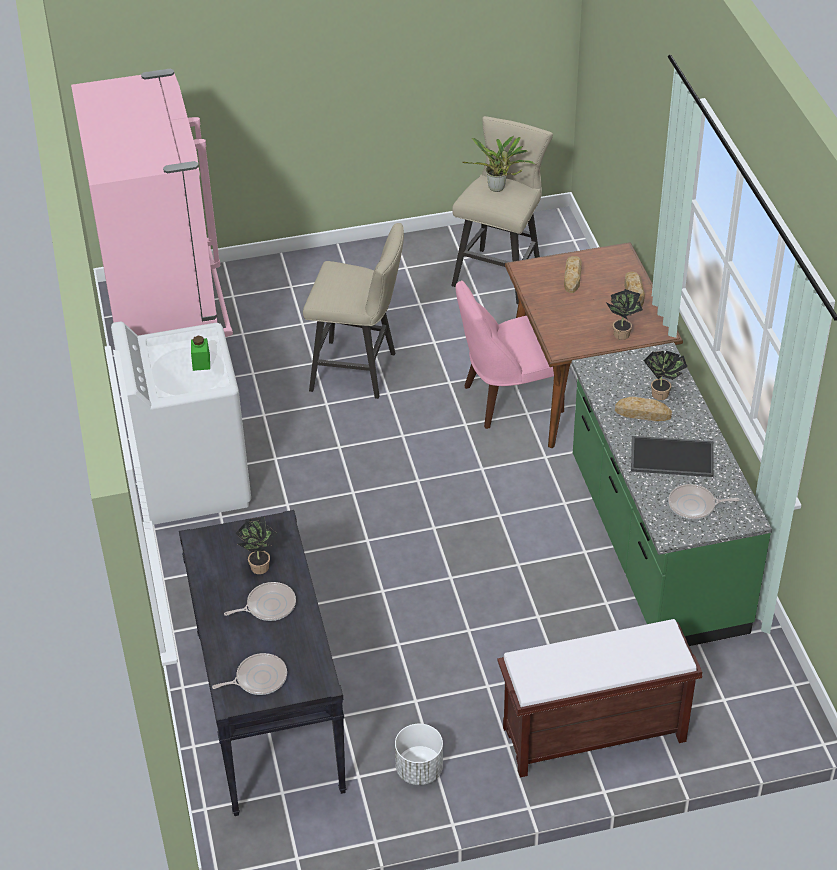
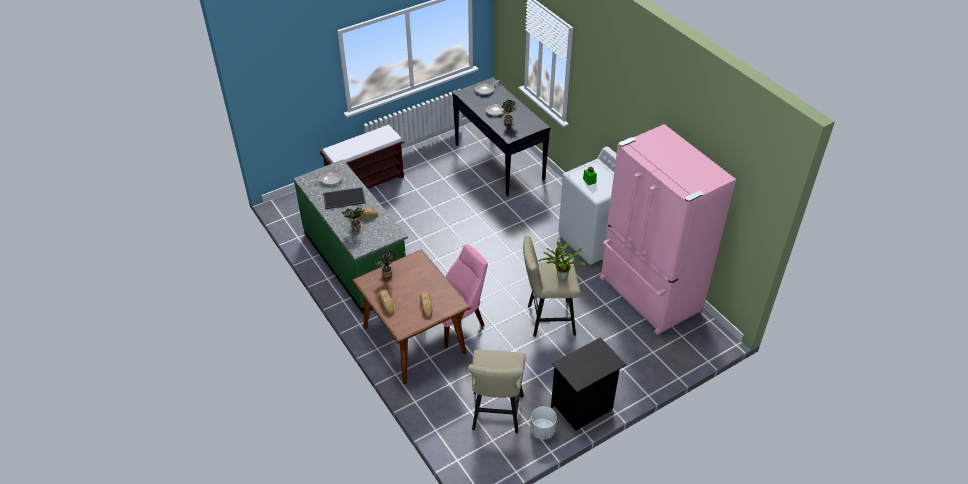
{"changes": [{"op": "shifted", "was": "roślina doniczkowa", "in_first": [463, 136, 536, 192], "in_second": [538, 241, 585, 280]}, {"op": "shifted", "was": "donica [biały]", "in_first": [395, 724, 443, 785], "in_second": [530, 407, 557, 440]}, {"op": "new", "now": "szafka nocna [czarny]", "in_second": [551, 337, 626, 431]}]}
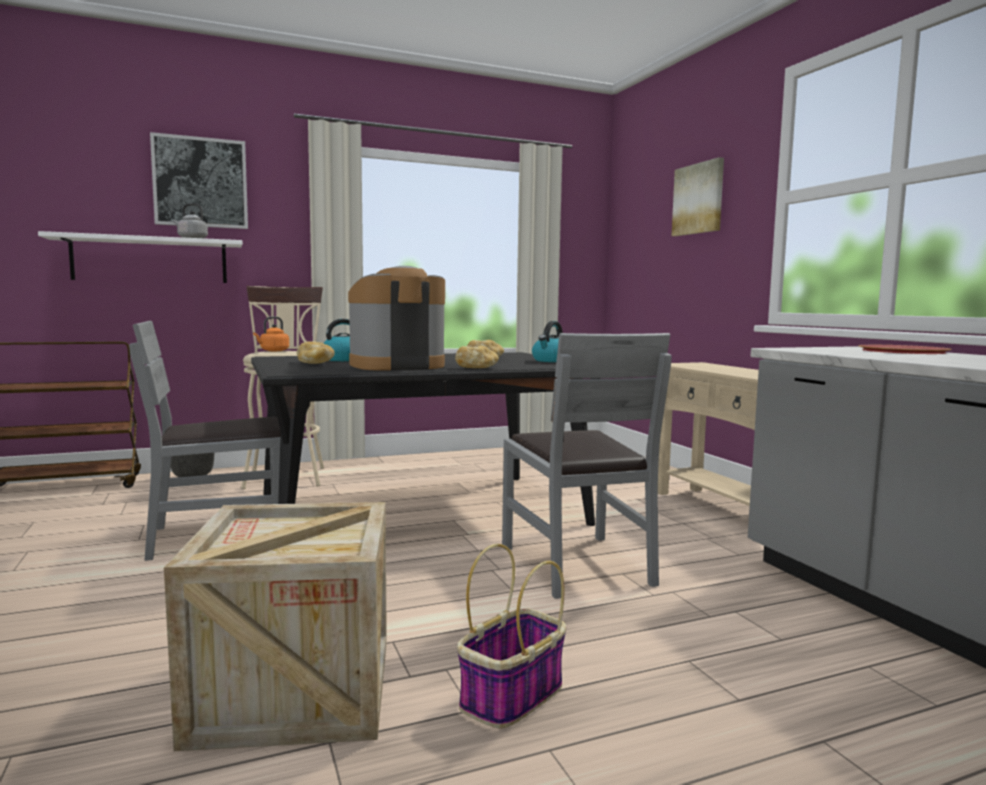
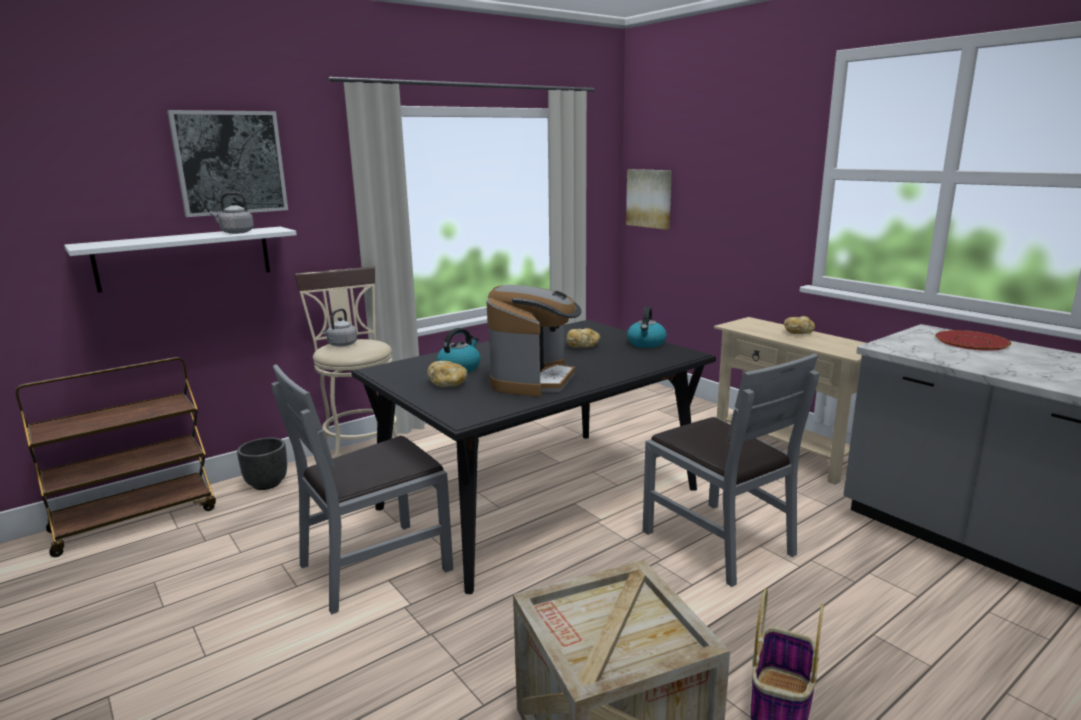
{"changes": [{"op": "shifted", "was": "obraz", "in_first": [672, 157, 724, 236], "in_second": [626, 169, 672, 229]}, {"op": "rotated", "was": "ekspres do kawy", "in_first": [348, 266, 445, 371], "in_second": [486, 285, 581, 396], "clockwise": 150}, {"op": "repainted", "was": "czajnik [pomarańczowy]", "now": "czajnik [szary]", "in_first": [253, 316, 289, 351], "in_second": [323, 308, 357, 347]}, {"op": "shifted", "was": "chleb", "in_first": [455, 346, 499, 368], "in_second": [784, 316, 815, 334]}]}
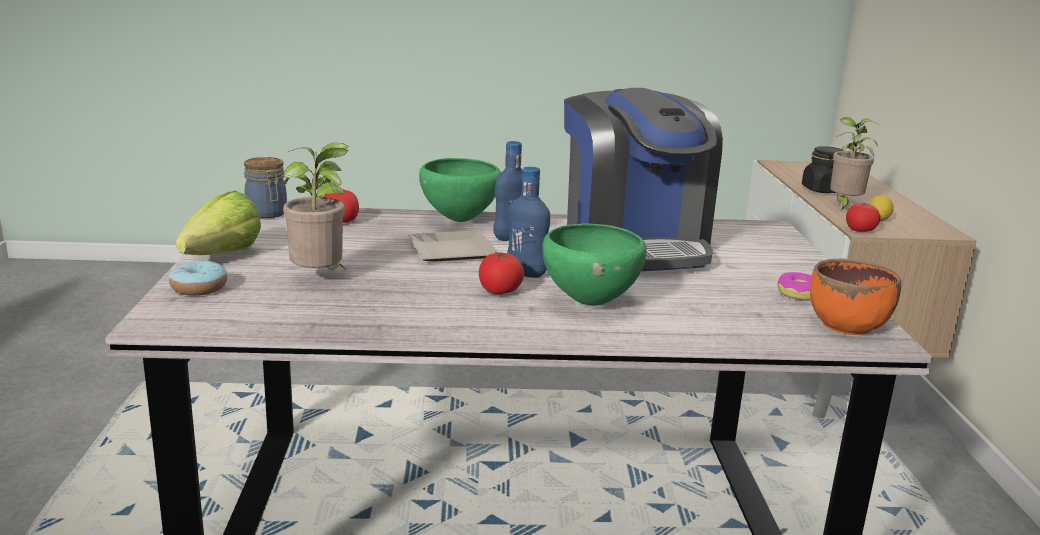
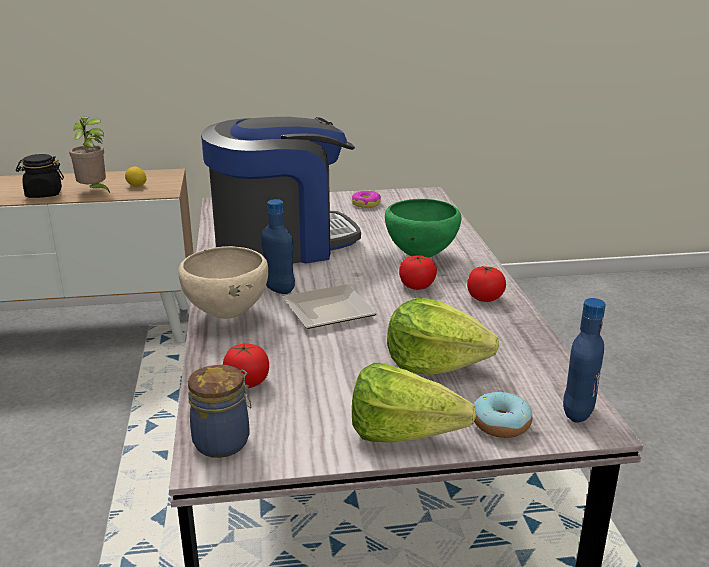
{"changes": [{"op": "swapped", "was": "roślina doniczkowa", "now": "sałata", "in_first": [283, 143, 349, 270], "in_second": [387, 298, 499, 375]}, {"op": "repainted", "was": "miska [zielony]", "now": "miska [beżowy]", "in_first": [419, 158, 501, 222], "in_second": [178, 246, 268, 319]}, {"op": "shifted", "was": "butelka [niebieski]", "in_first": [507, 167, 550, 278], "in_second": [563, 298, 606, 423]}, {"op": "shifted", "was": "pomidor", "in_first": [846, 203, 880, 232], "in_second": [467, 265, 506, 302]}, {"op": "gone", "was": "miska [pomarańczowy]", "in_first": [810, 258, 901, 335]}]}
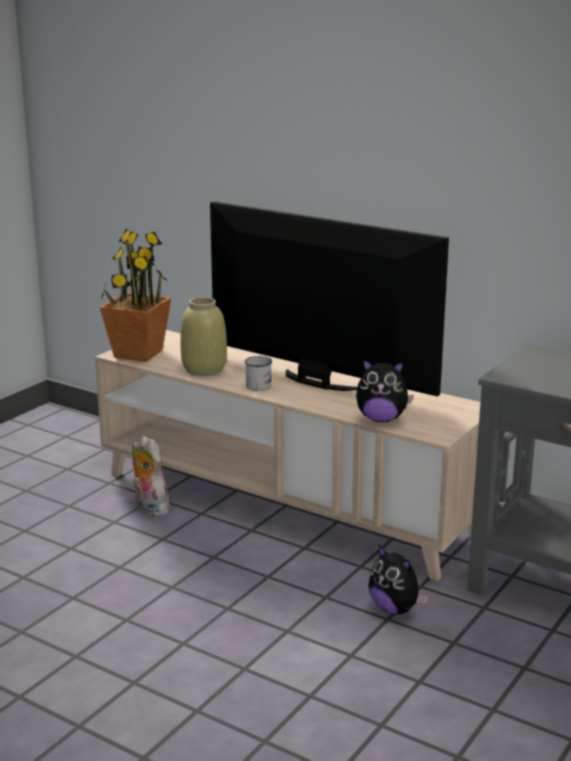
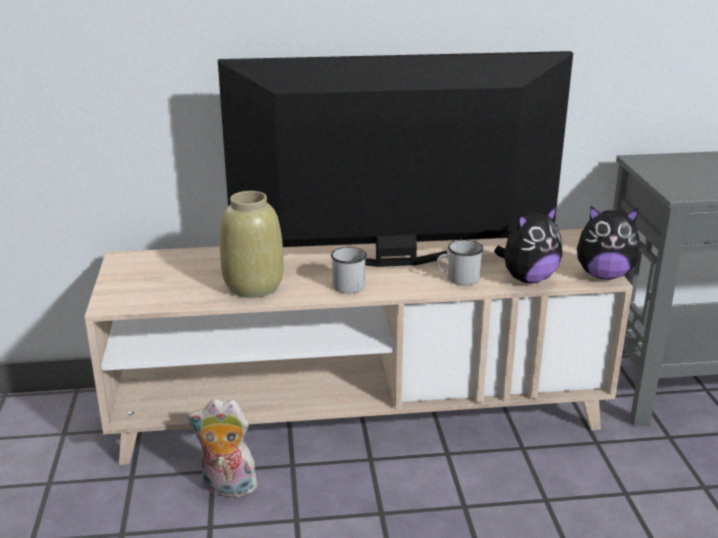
{"changes": [{"op": "gone", "was": "roślina doniczkowa", "in_first": [100, 229, 171, 362]}, {"op": "shifted", "was": "pluszak", "in_first": [368, 545, 428, 614], "in_second": [577, 206, 642, 280]}, {"op": "new", "now": "kubek [biały]", "in_second": [436, 240, 483, 285]}]}
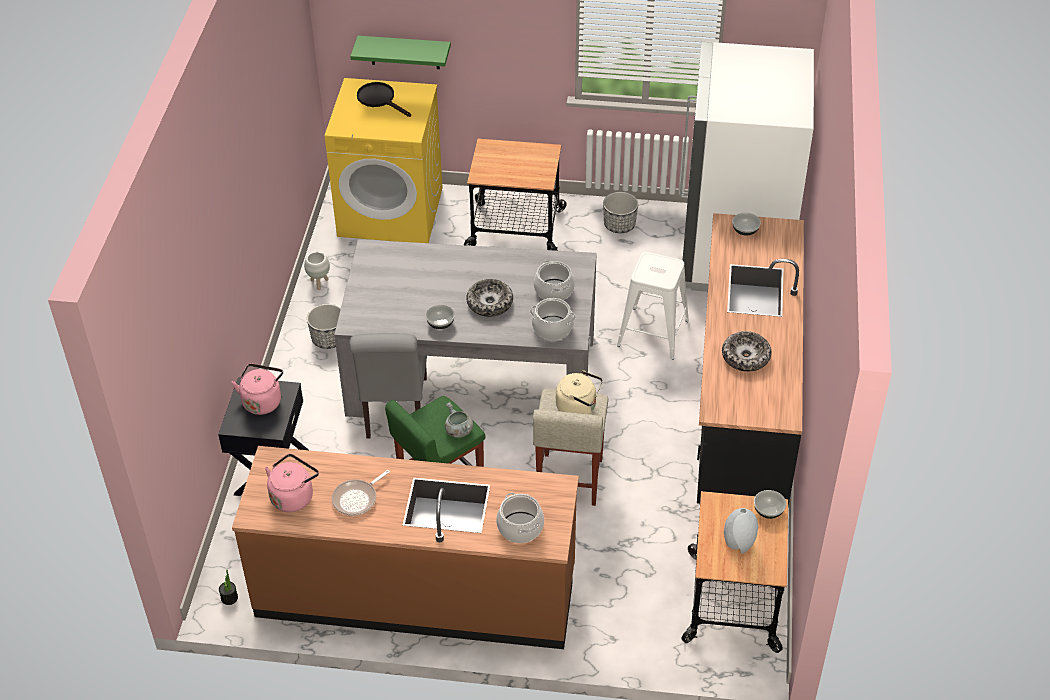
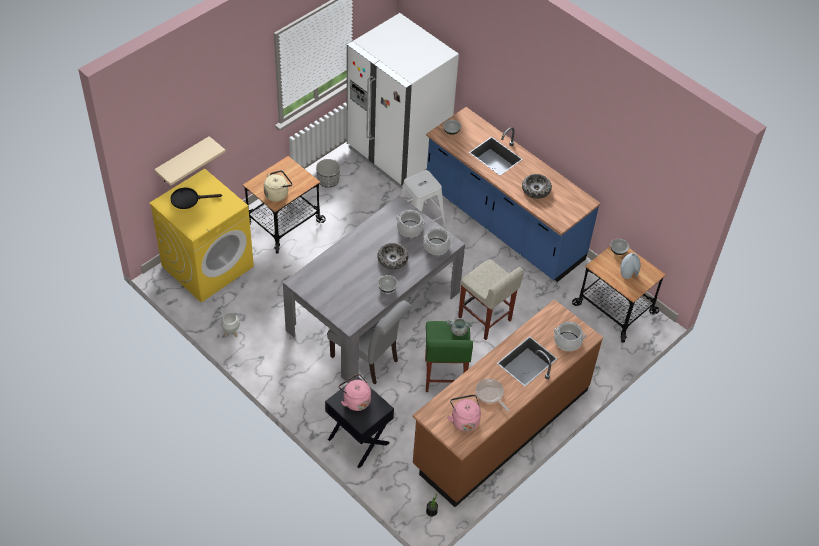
{"changes": [{"op": "repainted", "was": "półka [zielony]", "now": "półka [beżowy]", "in_first": [350, 36, 451, 69], "in_second": [154, 136, 226, 186]}, {"op": "repainted", "was": "zabudowa kuchenna [czarny]", "now": "zabudowa kuchenna [niebieski]", "in_first": [697, 213, 804, 506], "in_second": [426, 107, 601, 282]}, {"op": "gone", "was": "donica", "in_first": [307, 304, 341, 349]}, {"op": "shifted", "was": "czajnik [beżowy]", "in_first": [556, 370, 603, 414], "in_second": [264, 170, 292, 202]}, {"op": "rotated", "was": "patelnia", "in_first": [332, 470, 390, 516], "in_second": [476, 379, 509, 411], "clockwise": 150}]}
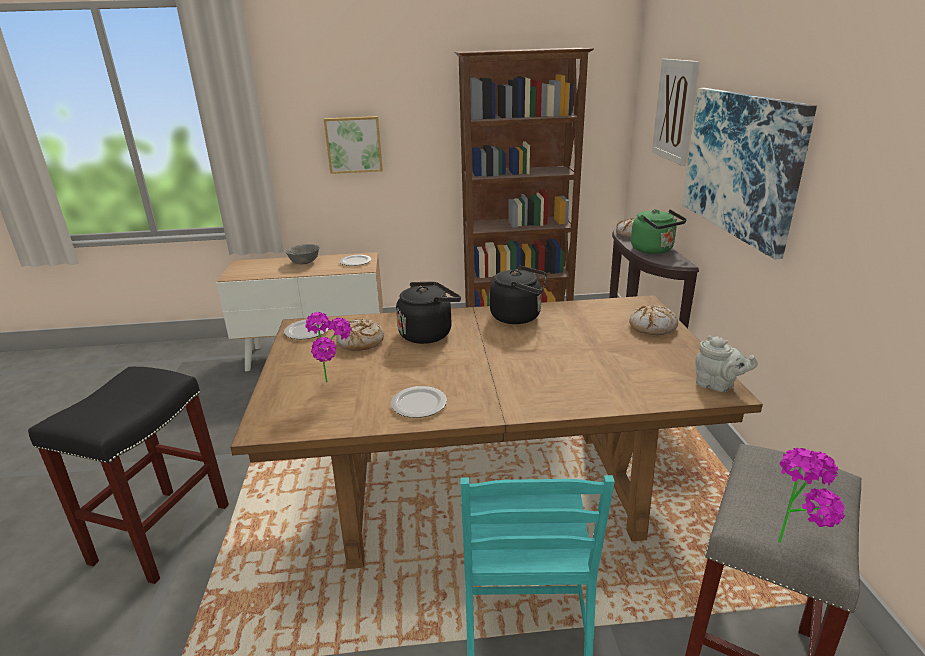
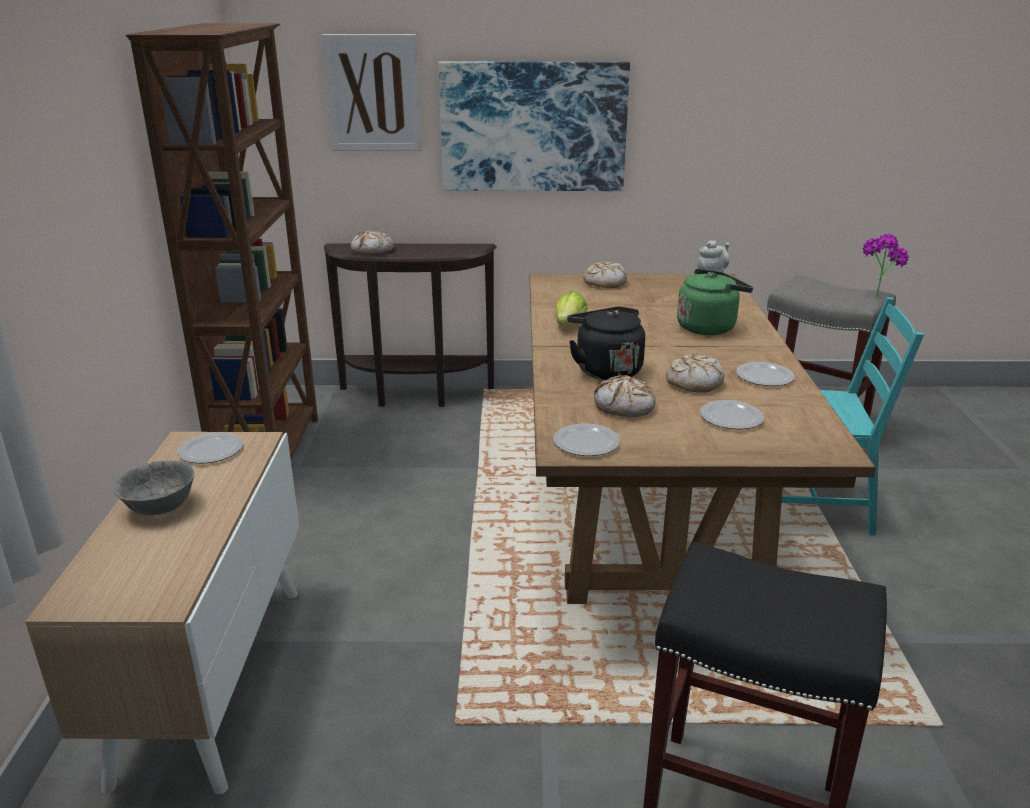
{"changes": [{"op": "gone", "was": "obraz", "in_first": [324, 116, 383, 174]}, {"op": "shifted", "was": "czajnik [zielony]", "in_first": [631, 209, 687, 254], "in_second": [677, 269, 753, 335]}, {"op": "swapped", "was": "czajnik [czarny]", "now": "sałata", "in_first": [490, 265, 547, 324], "in_second": [555, 291, 588, 326]}, {"op": "swapped", "was": "roślina doniczkowa", "now": "talerz", "in_first": [305, 312, 352, 382], "in_second": [700, 400, 764, 429]}, {"op": "new", "now": "chleb", "in_second": [666, 354, 724, 393]}]}
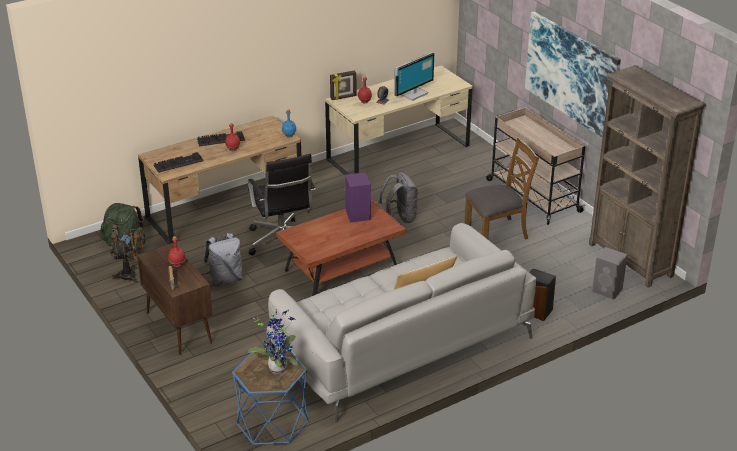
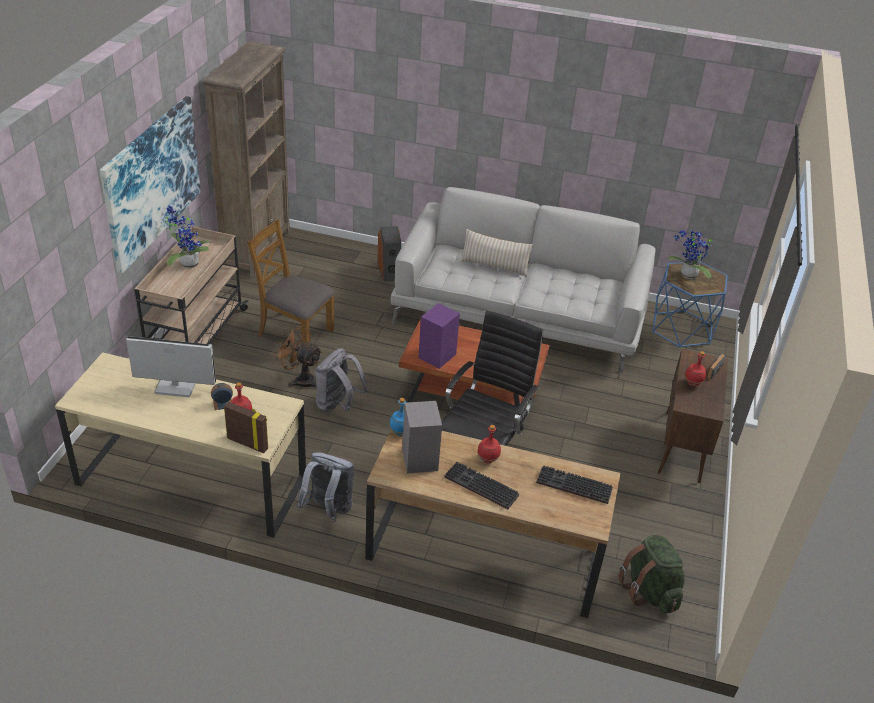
{"changes": [{"op": "shifted", "was": "wentylator [brązowy]", "in_first": [109, 229, 144, 283], "in_second": [273, 324, 322, 388]}, {"op": "shifted", "was": "plecak [szary]", "in_first": [204, 233, 243, 286], "in_second": [297, 453, 354, 522]}, {"op": "shifted", "was": "głośnik [szary]", "in_first": [592, 247, 628, 300], "in_second": [402, 401, 442, 473]}, {"op": "new", "now": "roślina doniczkowa", "in_second": [165, 206, 211, 268]}]}
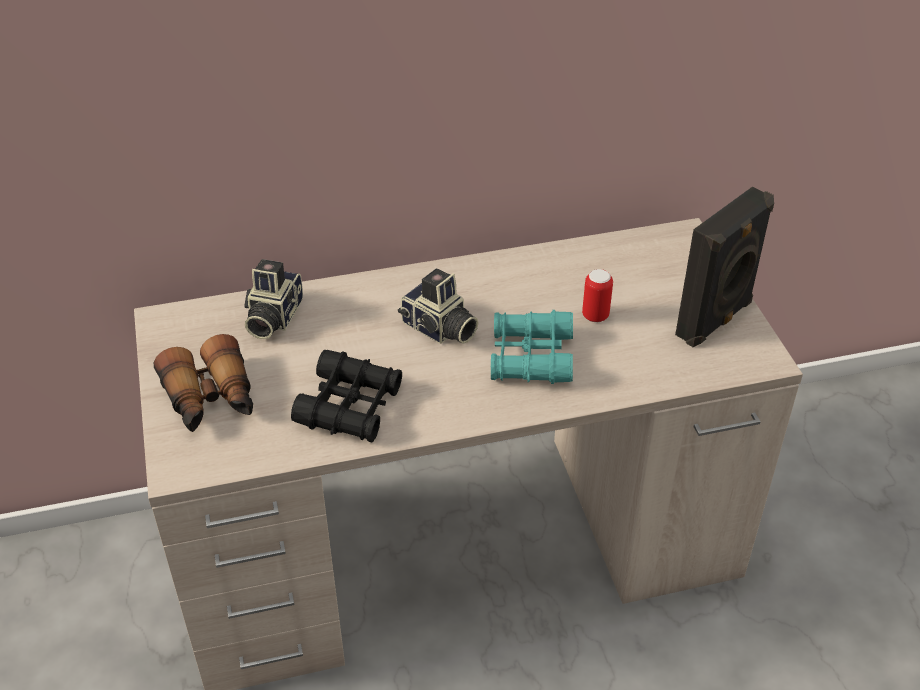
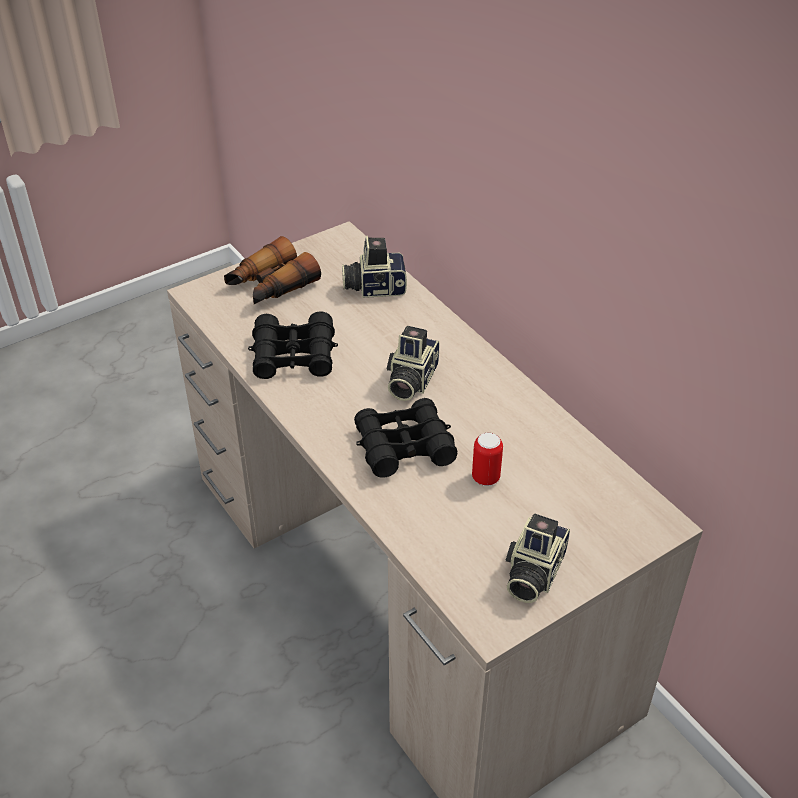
{"changes": [{"op": "swapped", "was": "głośnik [czarny]", "now": "aparat fotograficzny", "in_first": [675, 186, 774, 347], "in_second": [506, 514, 570, 603]}, {"op": "repainted", "was": "lornetka [turkusowy]", "now": "lornetka [czarny]", "in_first": [491, 310, 573, 384], "in_second": [354, 398, 457, 478]}]}
